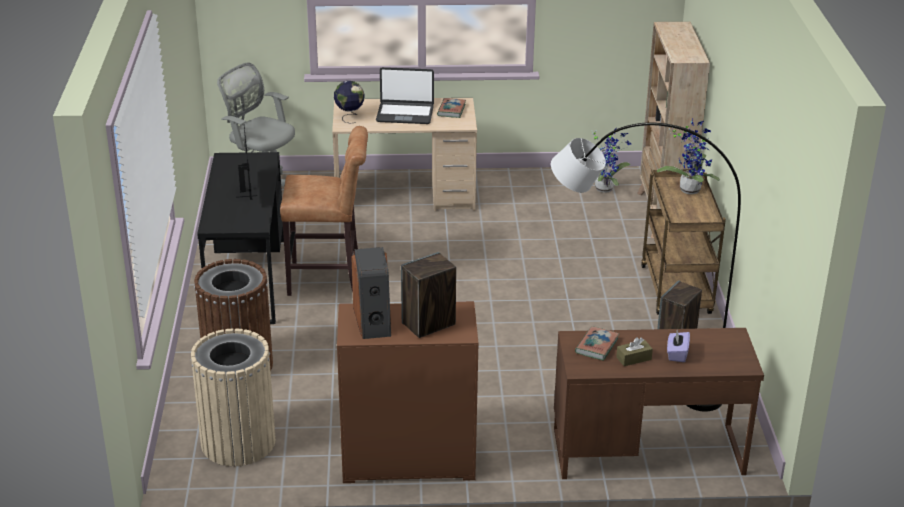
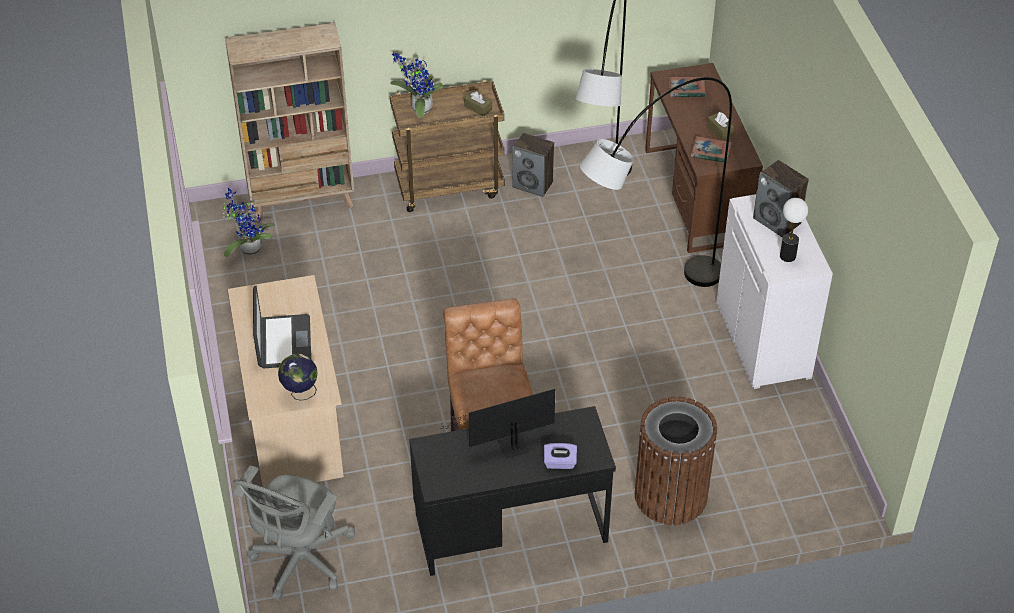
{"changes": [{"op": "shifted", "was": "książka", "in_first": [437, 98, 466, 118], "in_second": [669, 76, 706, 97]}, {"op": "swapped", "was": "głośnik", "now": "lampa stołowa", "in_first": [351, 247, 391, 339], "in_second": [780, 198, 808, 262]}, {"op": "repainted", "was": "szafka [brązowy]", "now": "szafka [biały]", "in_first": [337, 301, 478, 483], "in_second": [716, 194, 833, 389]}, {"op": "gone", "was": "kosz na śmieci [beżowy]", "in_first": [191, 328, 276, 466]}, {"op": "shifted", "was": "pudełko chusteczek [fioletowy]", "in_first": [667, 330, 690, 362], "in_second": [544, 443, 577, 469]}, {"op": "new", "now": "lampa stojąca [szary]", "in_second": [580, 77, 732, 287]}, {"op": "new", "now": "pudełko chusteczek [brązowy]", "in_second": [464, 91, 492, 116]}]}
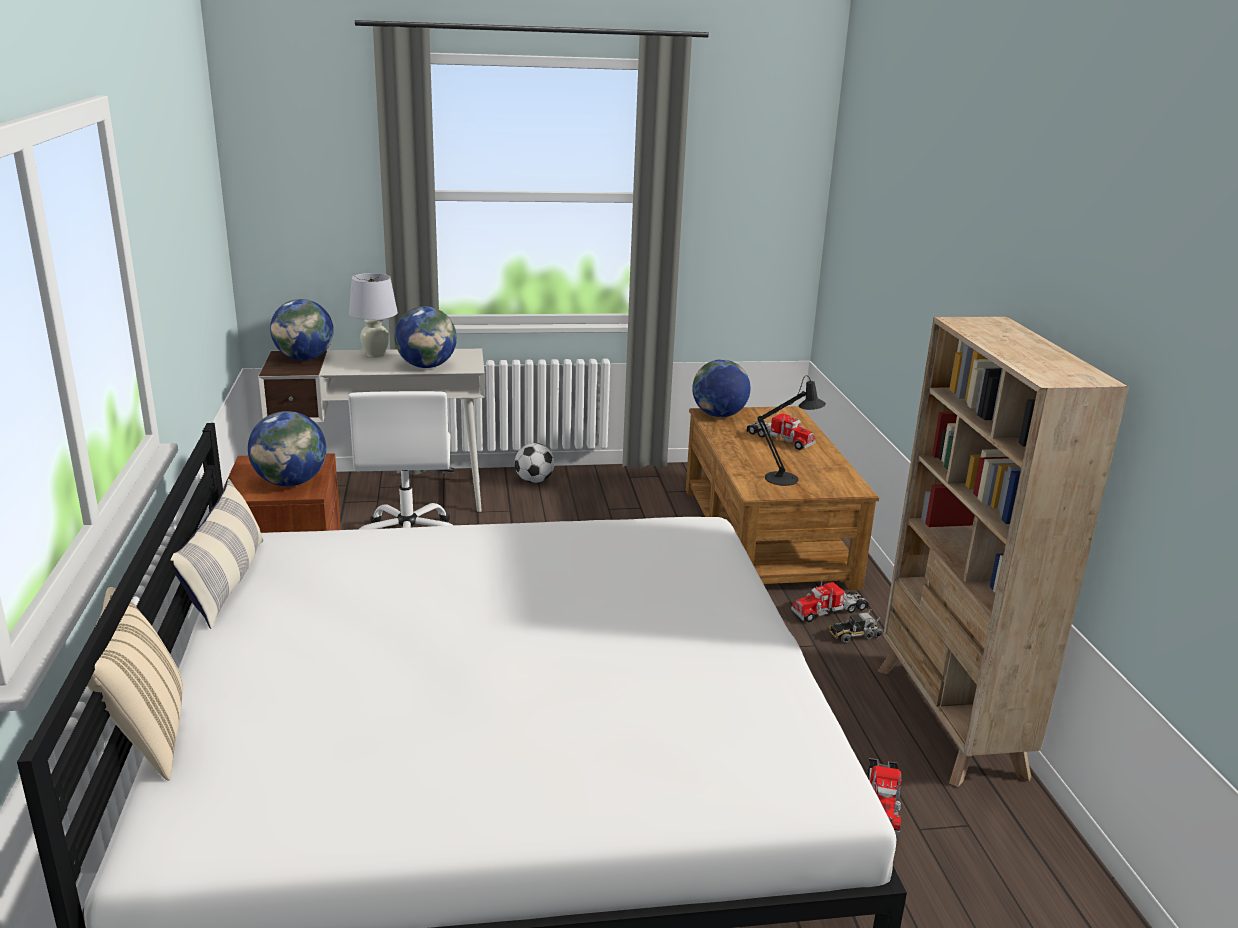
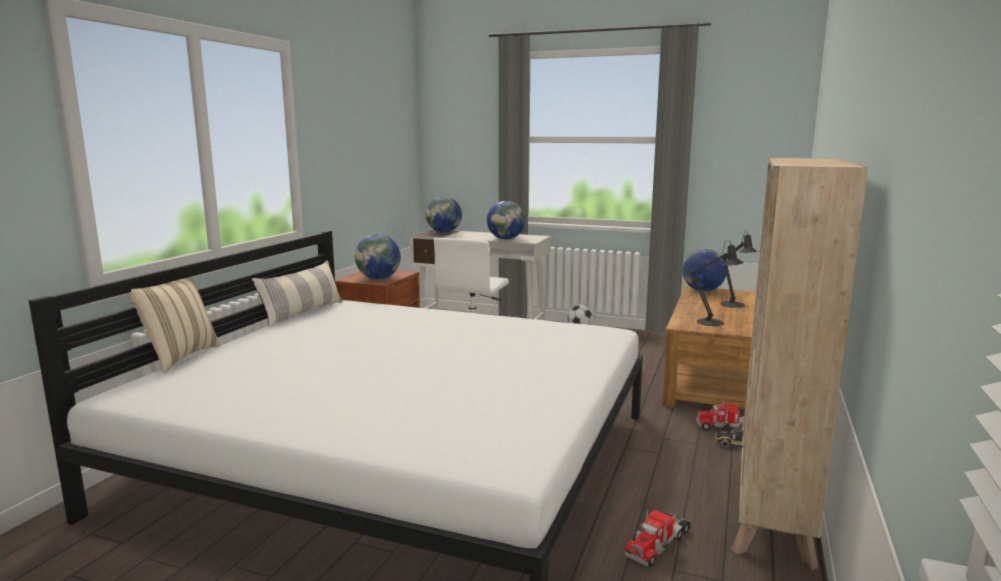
{"changes": [{"op": "gone", "was": "lampa stołowa [biały]", "in_first": [349, 273, 398, 357]}, {"op": "swapped", "was": "ciężarówka zabawkowa", "now": "lampa stołowa [czarny]", "in_first": [747, 411, 816, 450], "in_second": [721, 230, 758, 308]}]}
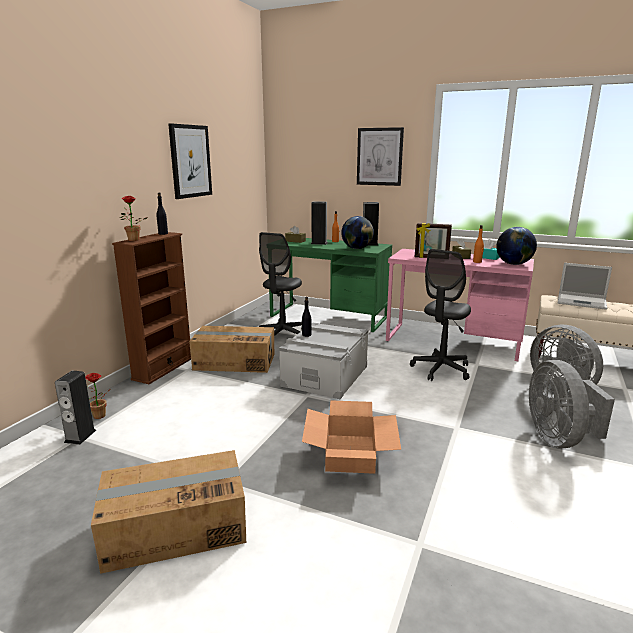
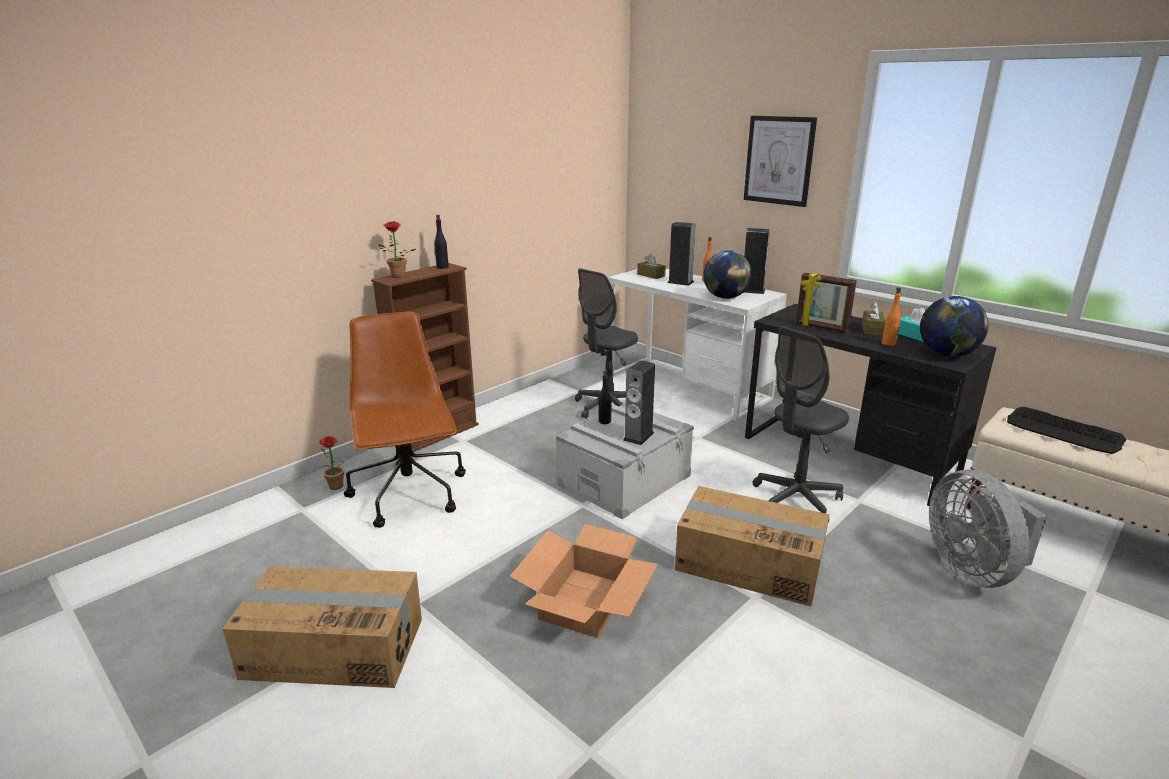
{"changes": [{"op": "gone", "was": "obraz", "in_first": [168, 123, 212, 199]}, {"op": "repainted", "was": "biurko [zielony]", "now": "biurko [biały]", "in_first": [269, 238, 392, 332], "in_second": [608, 269, 787, 421]}, {"op": "repainted", "was": "biurko [różowy]", "now": "biurko [czarny]", "in_first": [386, 249, 534, 361], "in_second": [745, 304, 997, 506]}, {"op": "swapped", "was": "laptop", "now": "klawiatura", "in_first": [558, 263, 612, 310], "in_second": [1007, 407, 1126, 454]}, {"op": "shifted", "was": "karton", "in_first": [189, 326, 274, 373], "in_second": [675, 486, 830, 607]}, {"op": "gone", "was": "wentylator [szary]", "in_first": [529, 360, 615, 448]}, {"op": "shifted", "was": "głośnik", "in_first": [55, 371, 96, 445], "in_second": [623, 360, 655, 445]}, {"op": "new", "now": "krzesło biurowe [brązowy]", "in_second": [344, 312, 466, 528]}]}
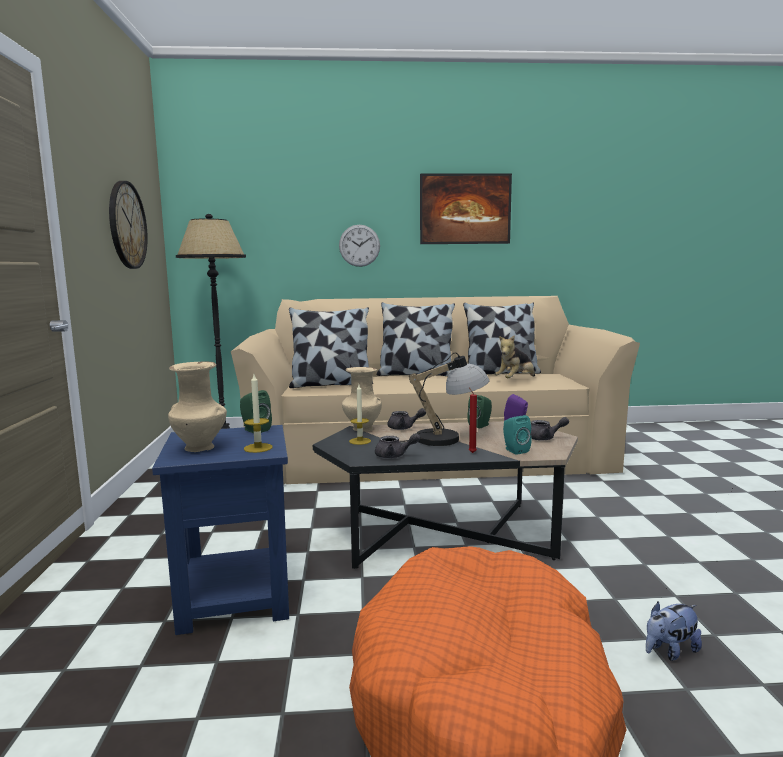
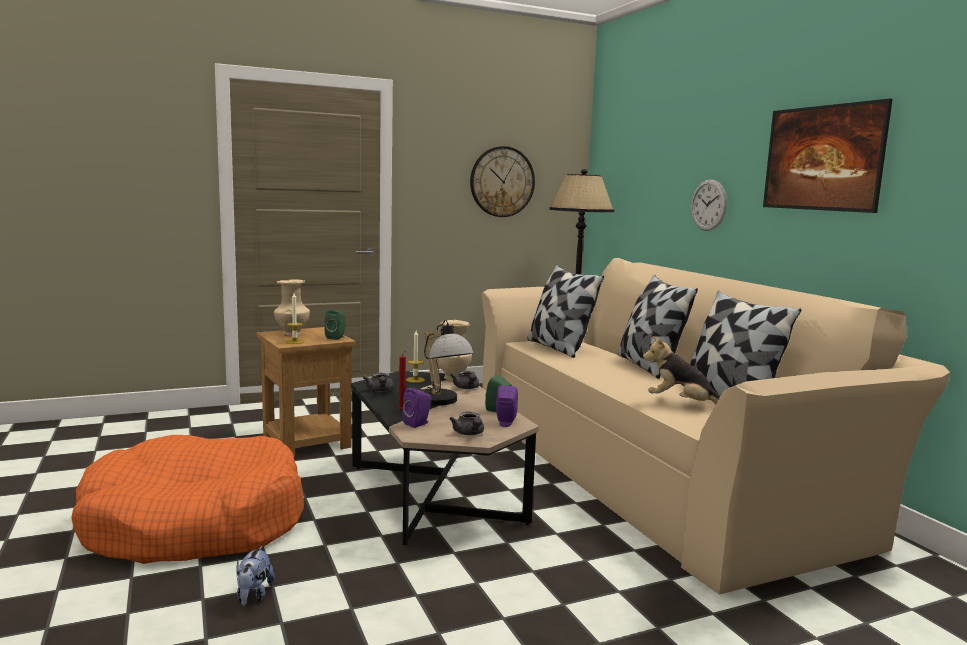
{"changes": [{"op": "repainted", "was": "głośnik [turkusowy]", "now": "głośnik [fioletowy]", "in_first": [503, 415, 532, 455], "in_second": [402, 388, 431, 428]}, {"op": "repainted", "was": "stolik [niebieski]", "now": "stolik [brązowy]", "in_first": [152, 425, 289, 635], "in_second": [256, 327, 355, 458]}, {"op": "rotated", "was": "pluszak", "in_first": [646, 602, 702, 661], "in_second": [237, 546, 275, 606], "clockwise": -135}]}
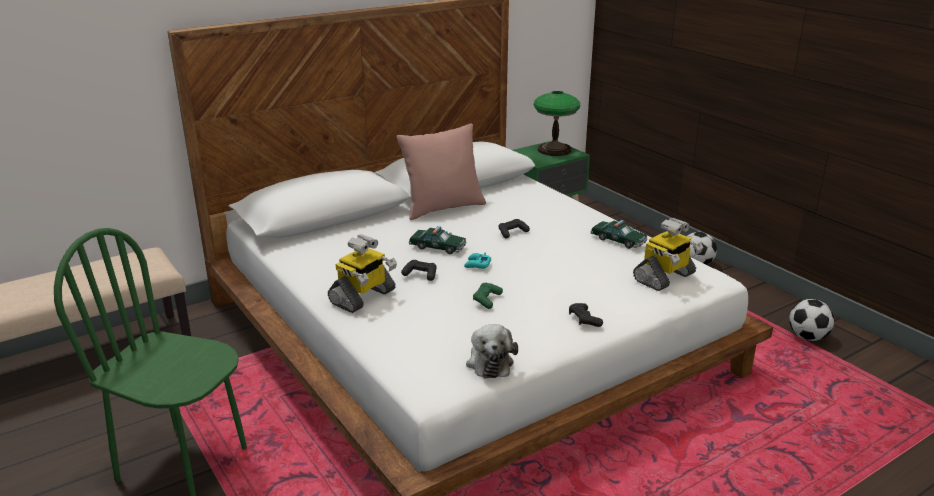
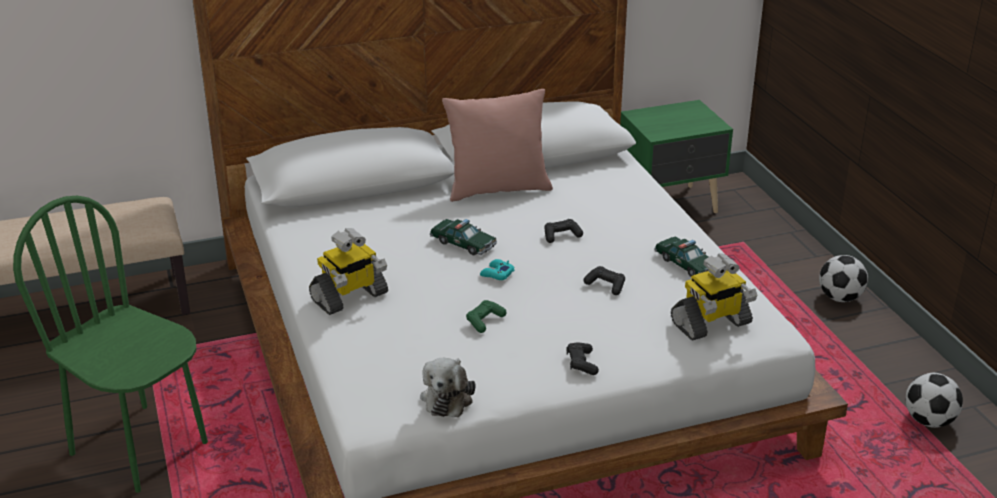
{"changes": [{"op": "gone", "was": "lampa stołowa", "in_first": [534, 91, 580, 156]}, {"op": "shifted", "was": "pad do gier [czarny]", "in_first": [401, 260, 437, 281], "in_second": [584, 266, 625, 295]}]}
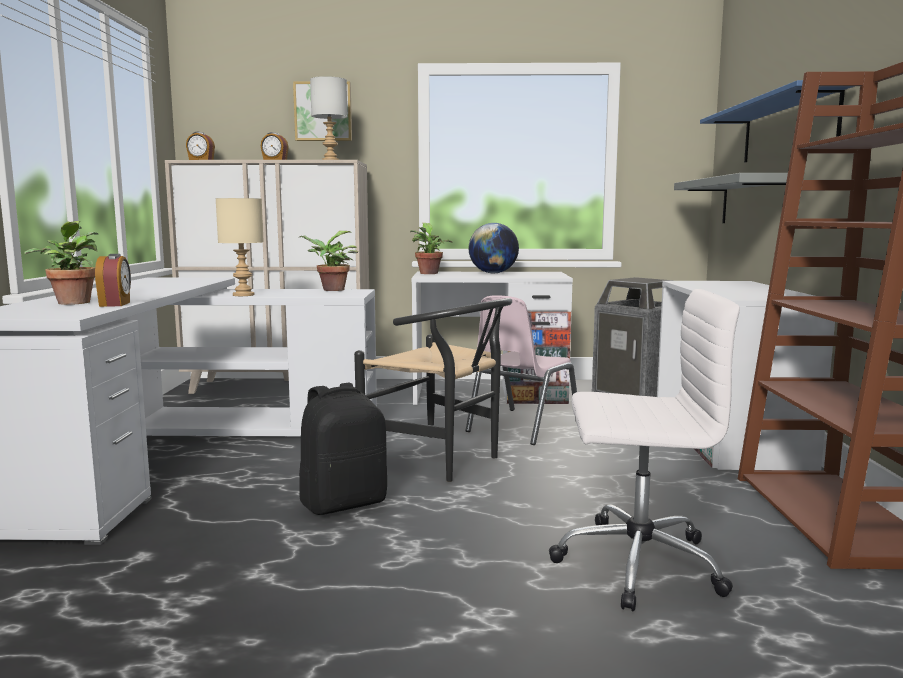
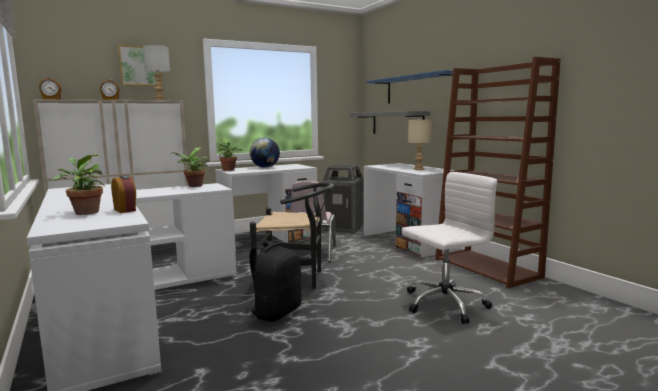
{"changes": [{"op": "shifted", "was": "lampa stołowa [beżowy]", "in_first": [215, 198, 264, 296], "in_second": [408, 120, 432, 170]}]}
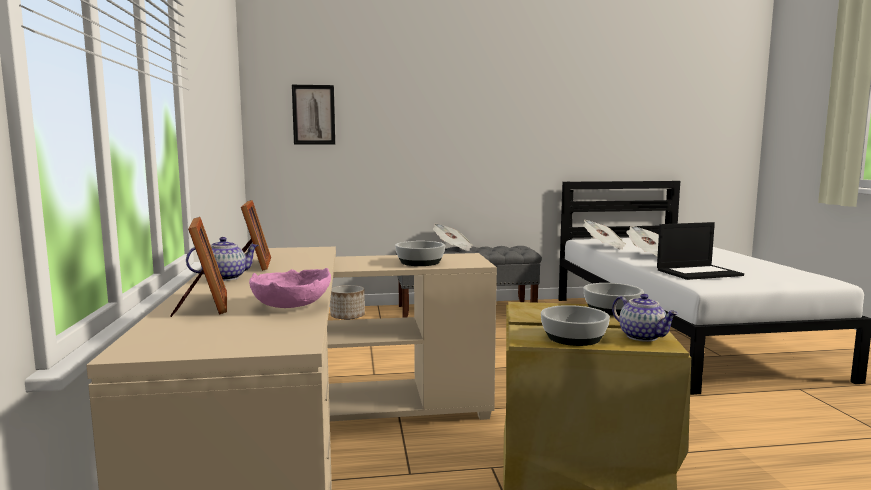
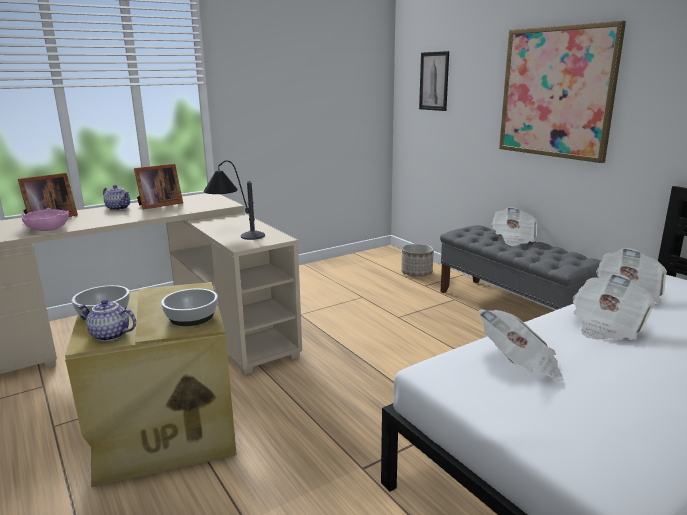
{"changes": [{"op": "swapped", "was": "laptop", "now": "gazeta", "in_first": [657, 222, 744, 280], "in_second": [478, 309, 563, 381]}, {"op": "swapped", "was": "miska", "now": "lampa stołowa", "in_first": [395, 241, 445, 266], "in_second": [204, 160, 265, 240]}, {"op": "rotated", "was": "imbryk", "in_first": [612, 294, 678, 342], "in_second": [78, 299, 136, 341], "clockwise": 75}, {"op": "new", "now": "obraz", "in_second": [499, 21, 626, 163]}]}
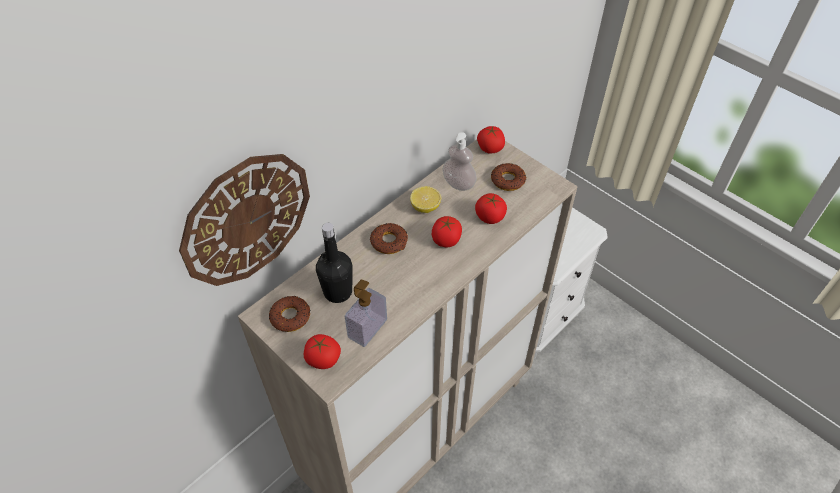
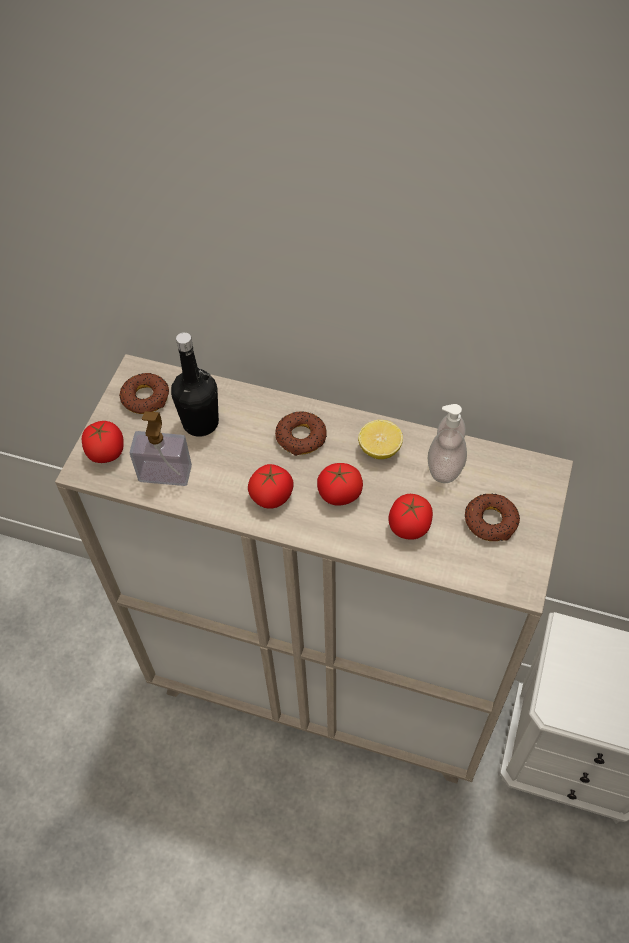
{"changes": [{"op": "shifted", "was": "pomidor", "in_first": [477, 126, 505, 153], "in_second": [248, 464, 294, 509]}, {"op": "gone", "was": "zegar ścienny", "in_first": [179, 154, 310, 286]}]}
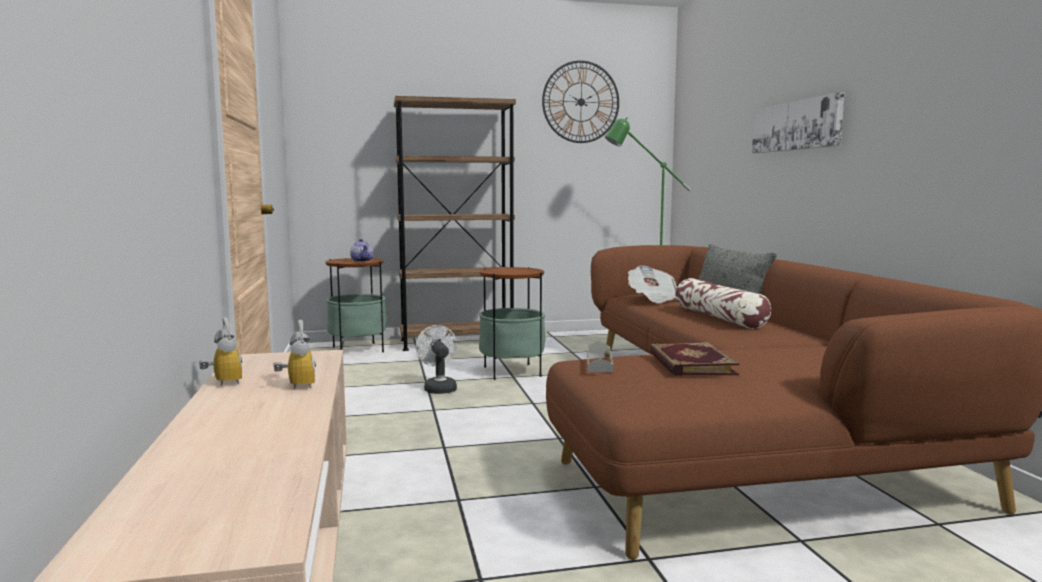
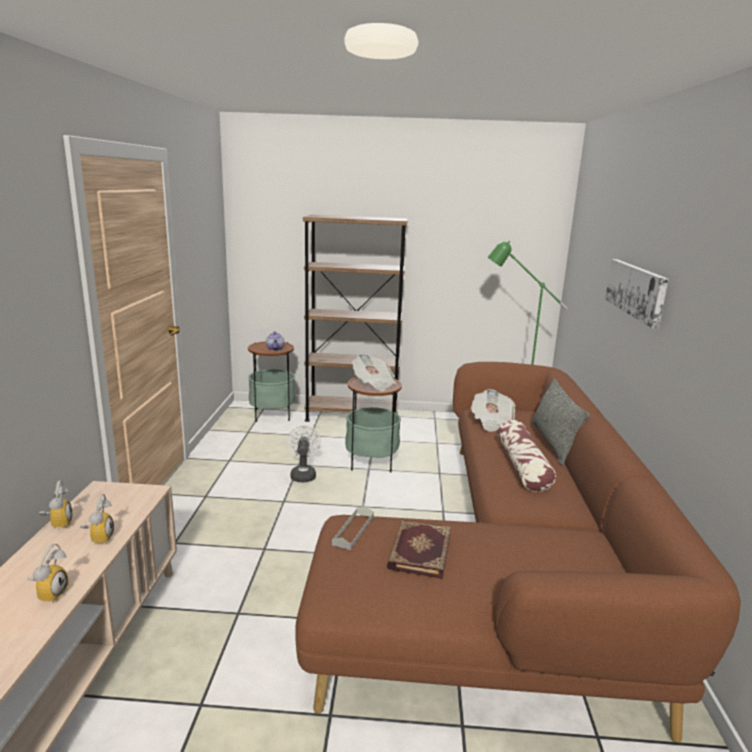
{"changes": [{"op": "gone", "was": "zegar ścienny", "in_first": [542, 60, 619, 143]}, {"op": "new", "now": "gazeta", "in_second": [352, 354, 396, 392]}, {"op": "new", "now": "budzik", "in_second": [27, 544, 69, 603]}]}
